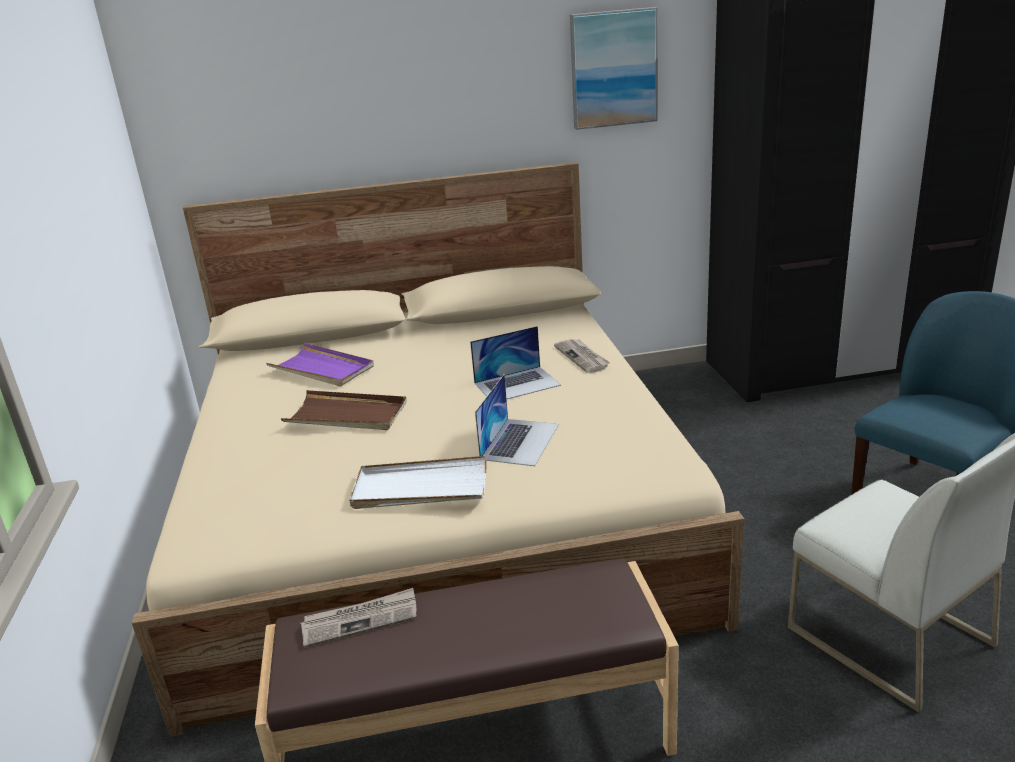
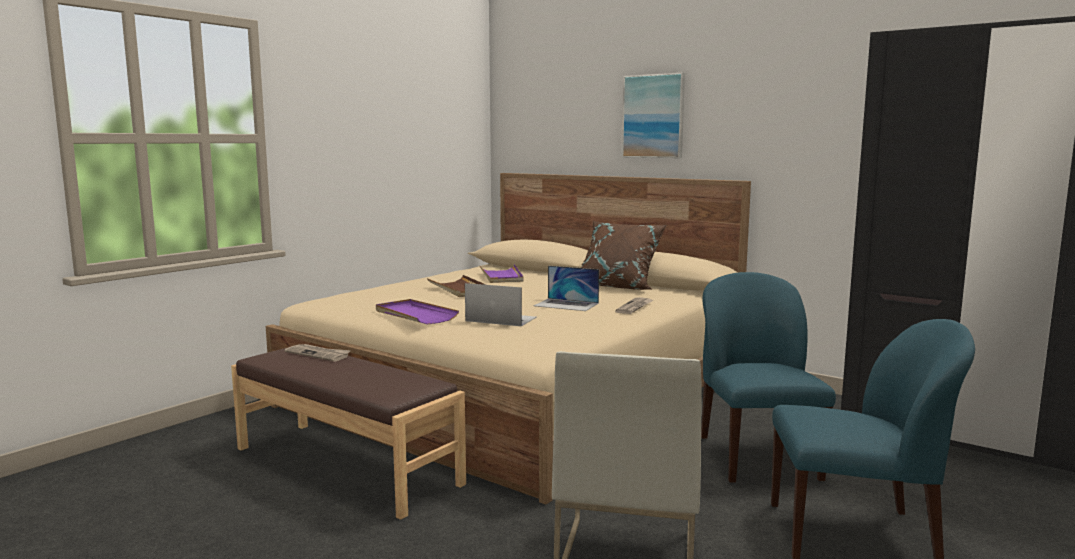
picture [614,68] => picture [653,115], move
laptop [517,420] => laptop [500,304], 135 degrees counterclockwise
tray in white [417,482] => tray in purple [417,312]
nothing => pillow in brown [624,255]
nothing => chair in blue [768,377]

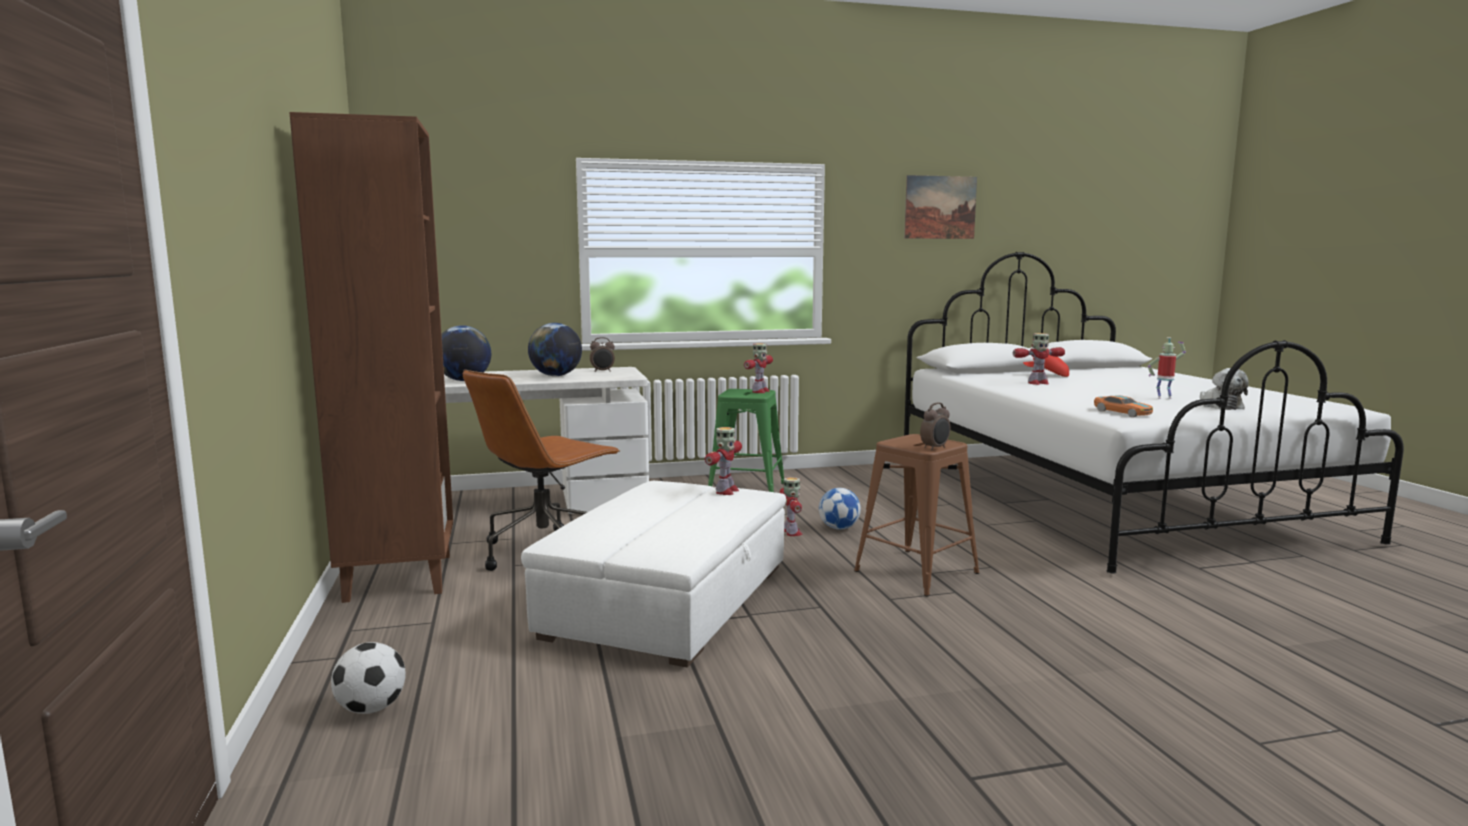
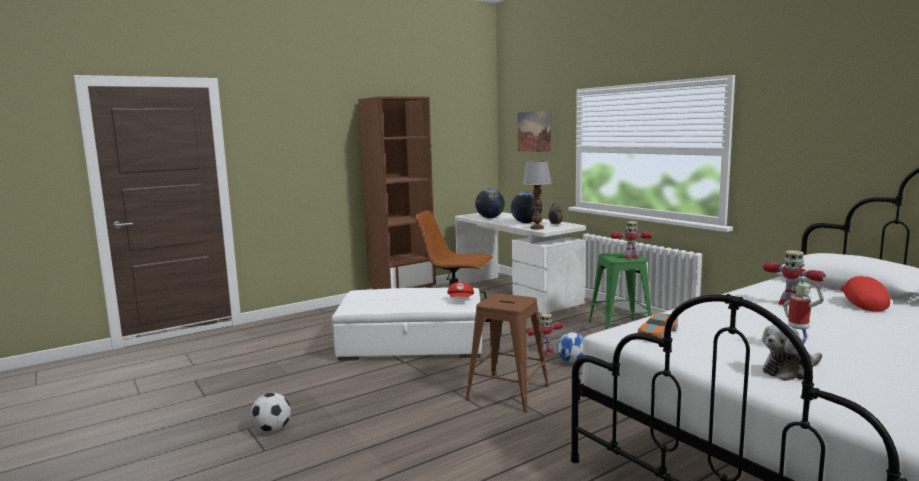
picture [940,207] => picture [535,131], move
alarm clock [935,426] => nothing
toy robot [723,461] => cap in red [460,289]
football [368,678] => football [271,412], move
nothing => table lamp [537,195]

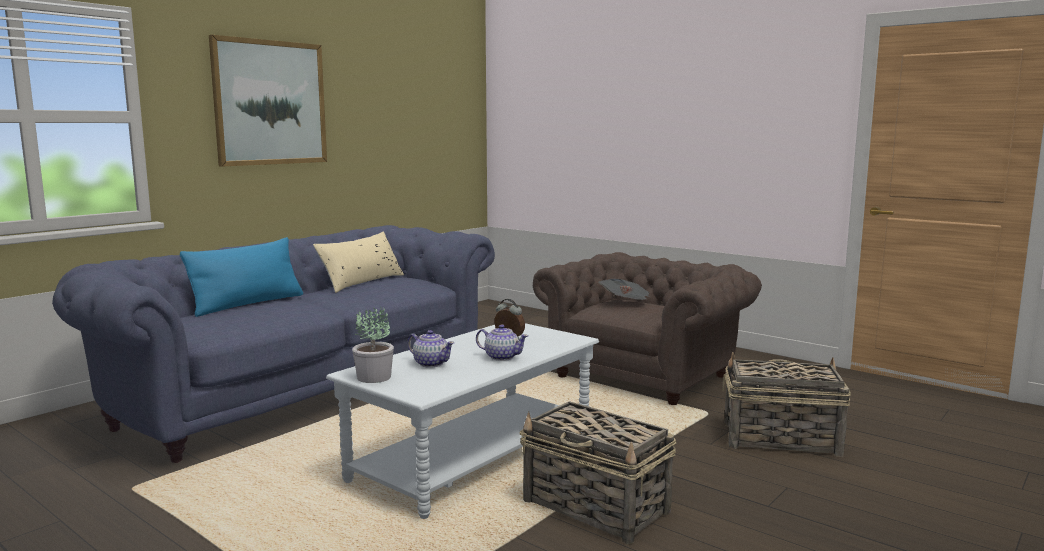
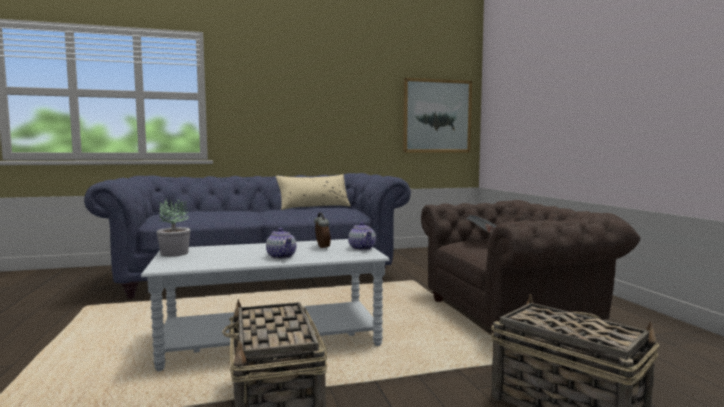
picture [268,101] => picture [437,115], move
pillow in blue [241,277] => nothing
teapot [430,349] => teapot [362,236], move

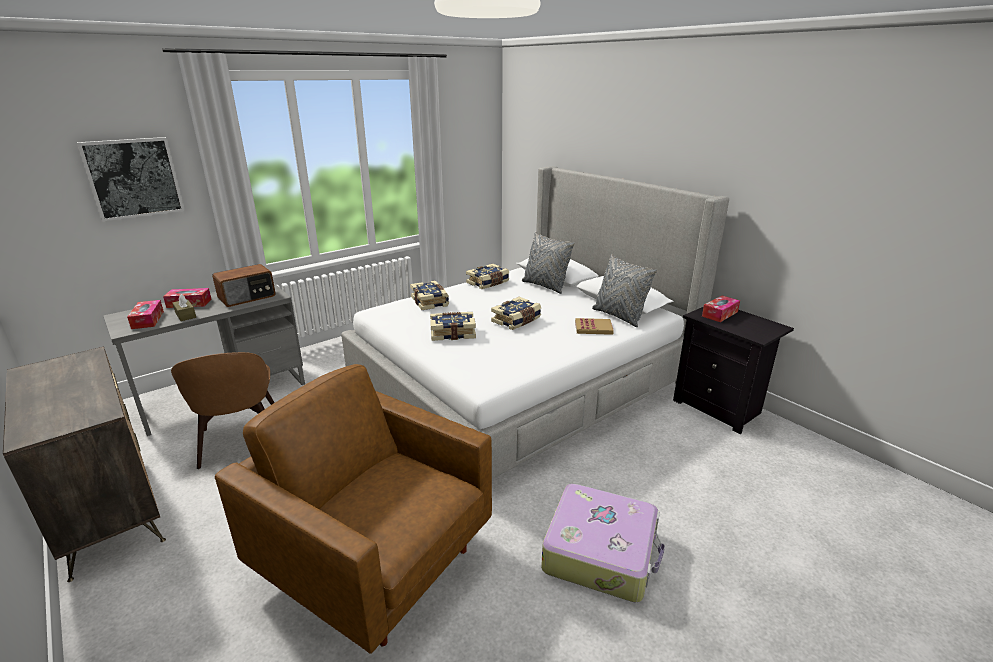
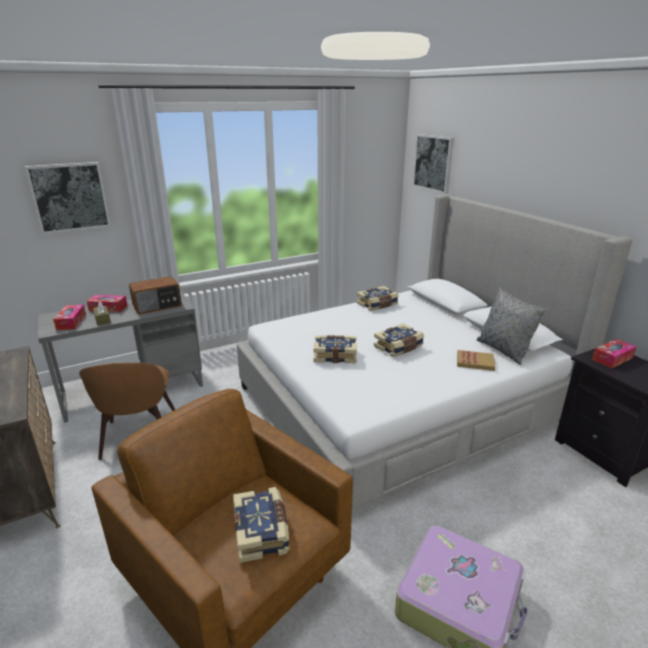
pillow in grey [548,263] => nothing
book [429,295] => book [261,525], move
nothing => picture [433,164]

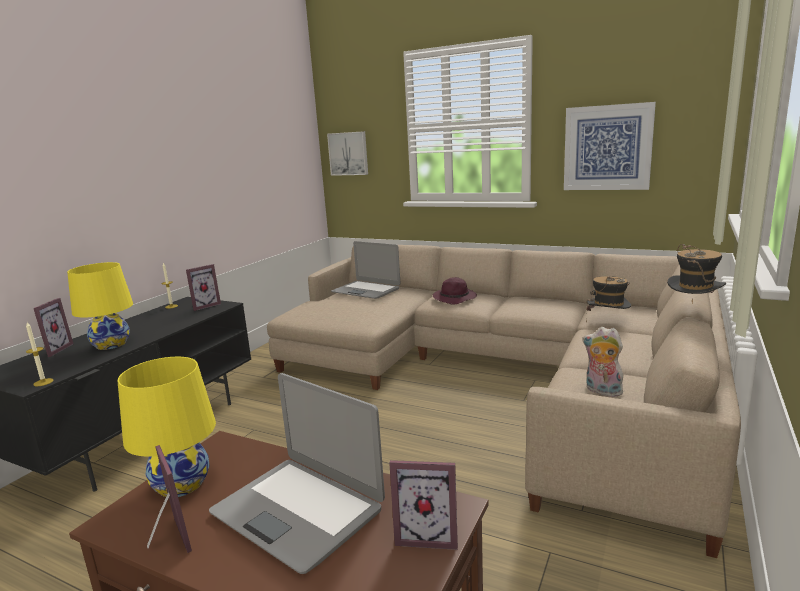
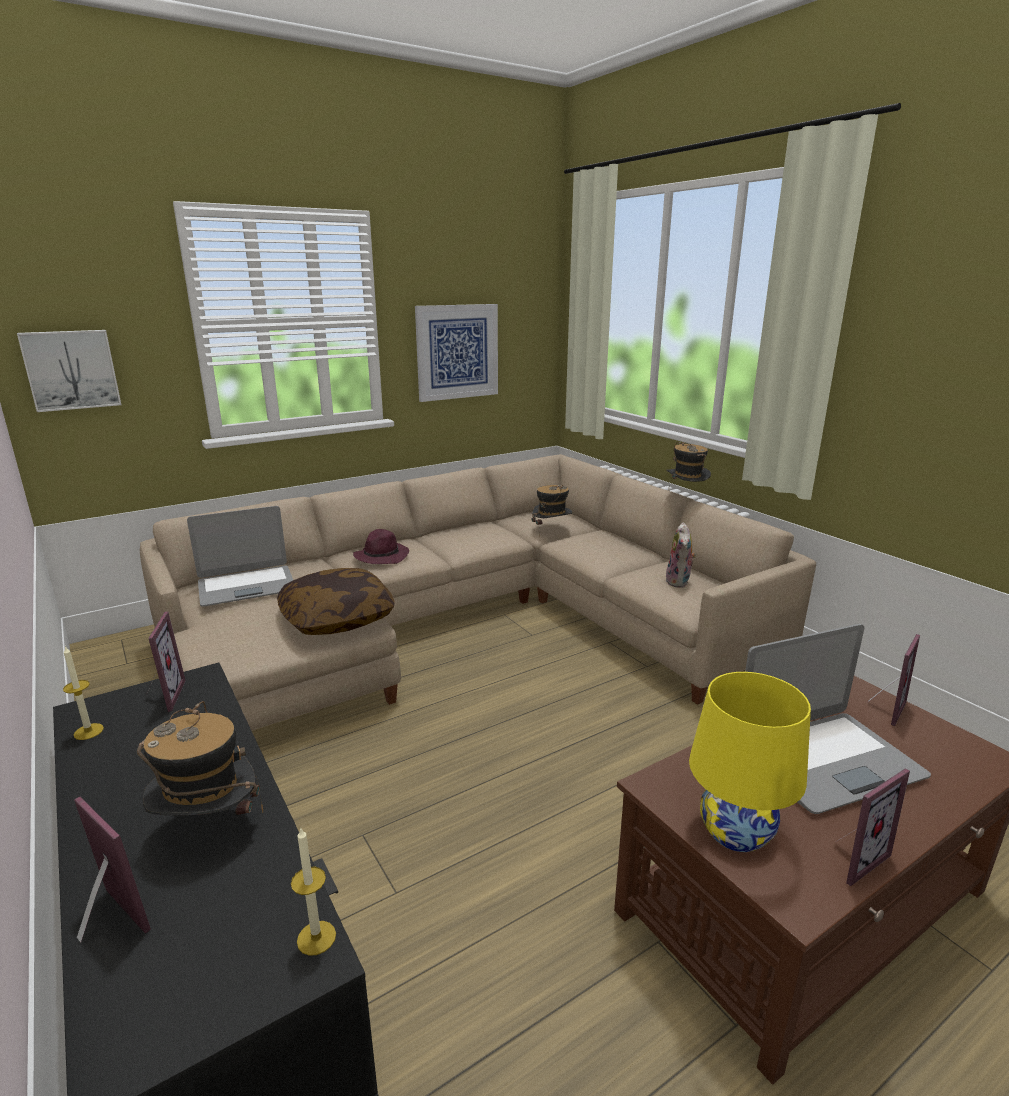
table lamp in yellow [100,306] => hat [200,758]
plush toy [602,362] => plush toy [681,555], 60 degrees counterclockwise
picture frame [169,499] => picture frame [872,827], 150 degrees clockwise
nothing => pillow [336,601]

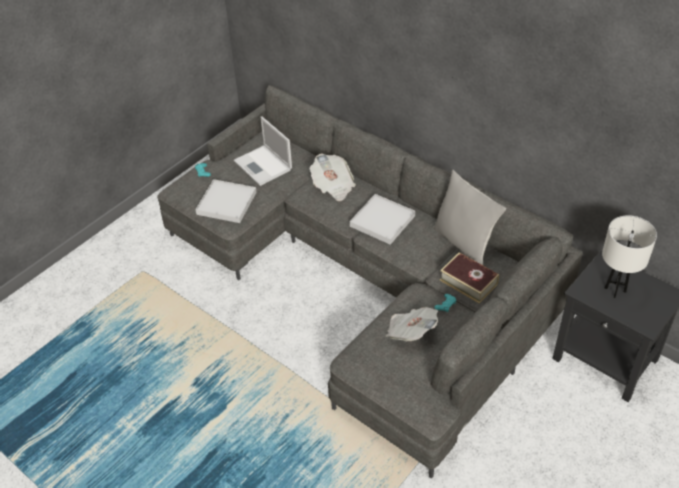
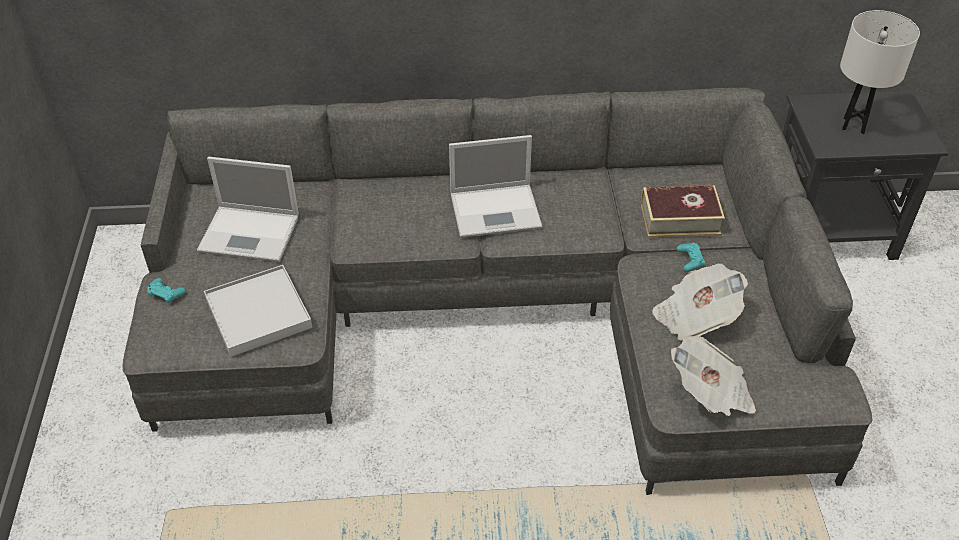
newspaper [333,177] => newspaper [713,376], move
pillow in grey [469,217] => nothing
tray in white [382,219] => laptop [495,186]

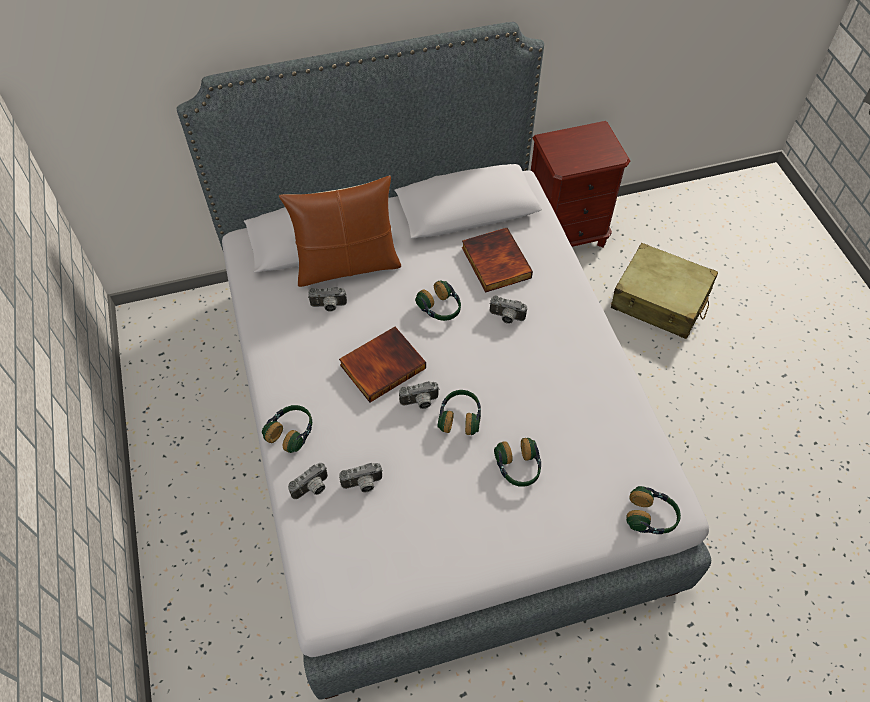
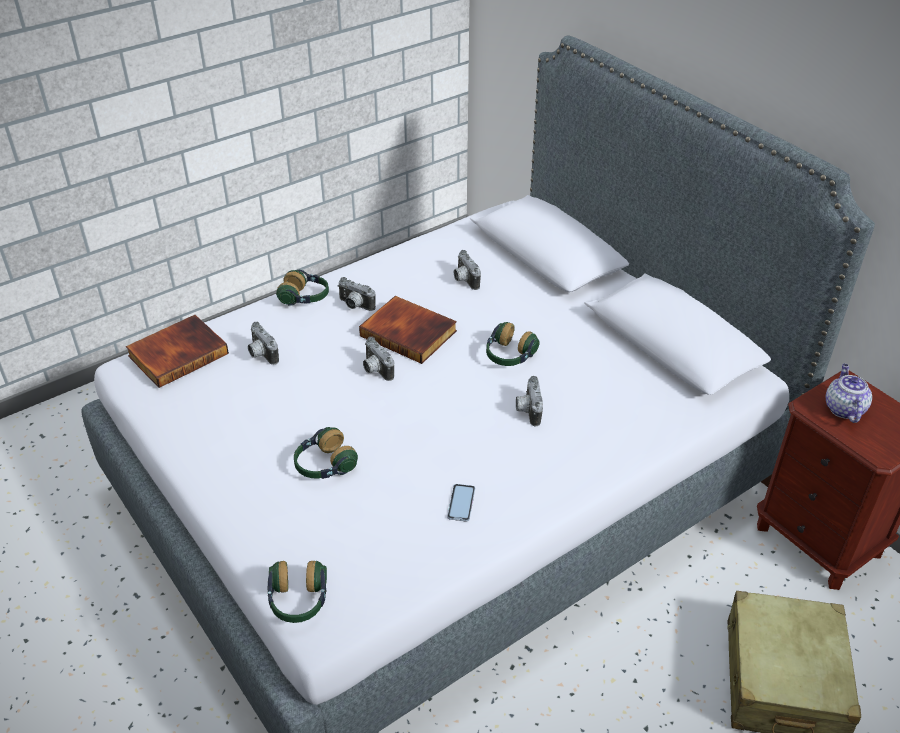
pillow in brown [340,231] => nothing
book [497,260] => book [177,351], move
headphones [459,412] => nothing
photo camera [308,481] => photo camera [356,294], move
nothing => teapot [849,393]
nothing => phone [461,503]

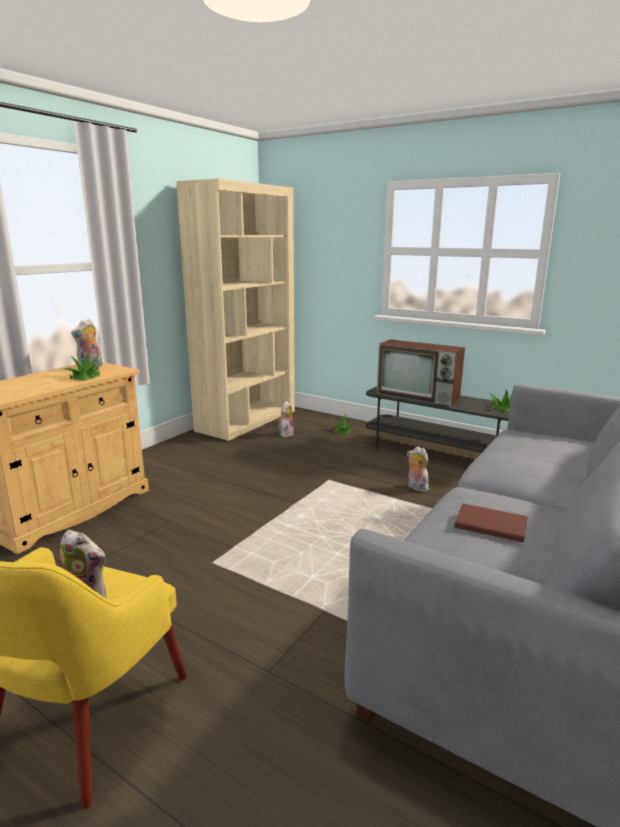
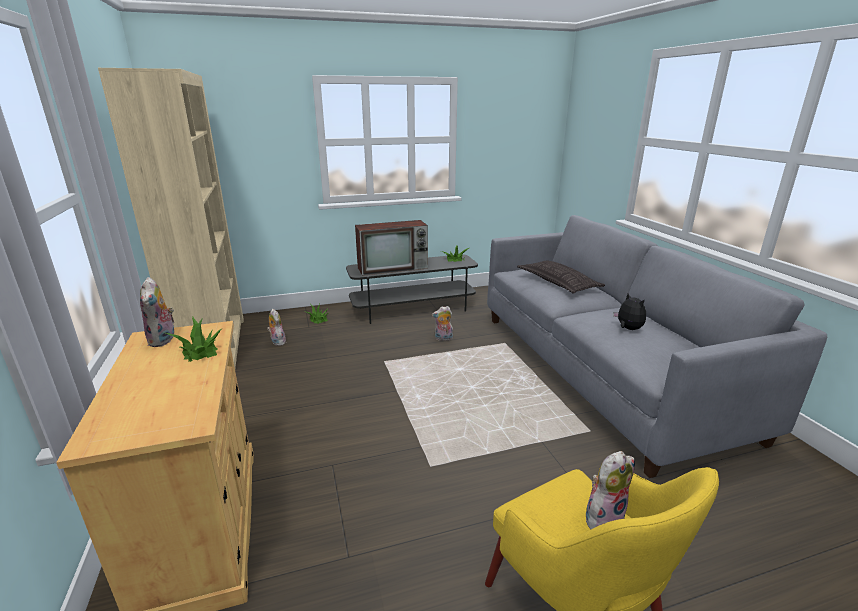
book in brown [491,523] => plush toy [629,311]
nothing => pillow [561,277]

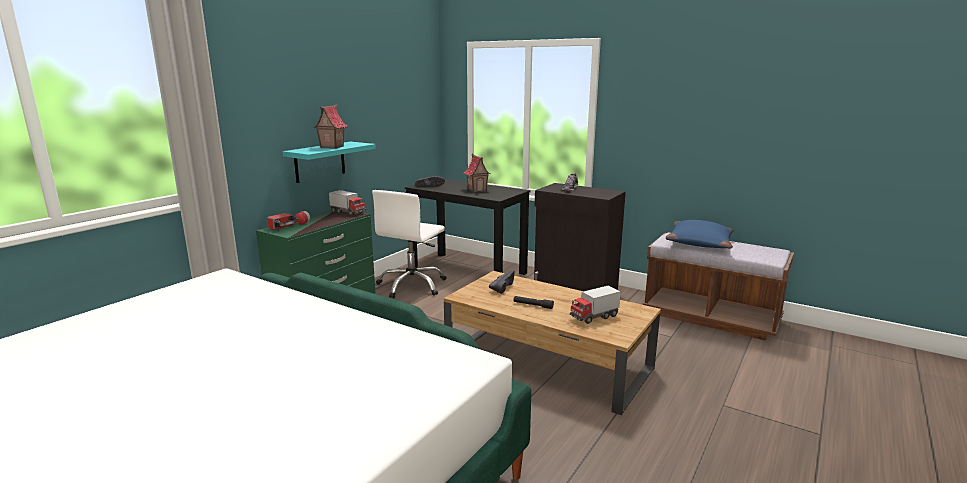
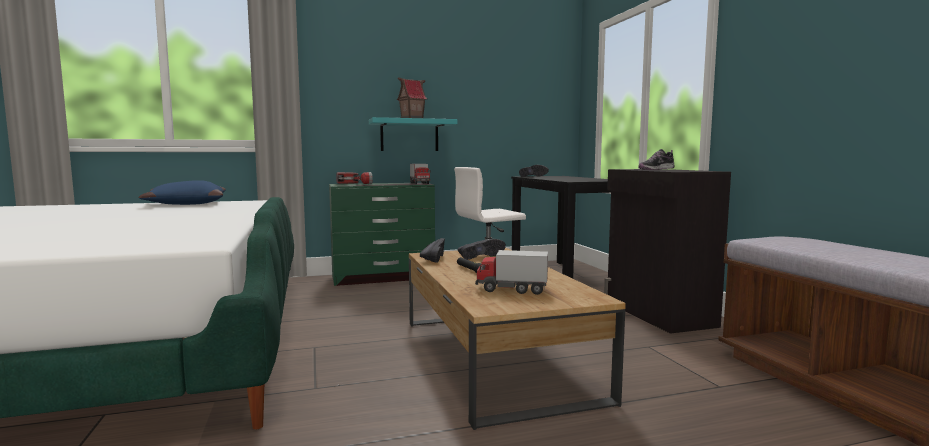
toy house [477,173] => nothing
pillow in blue [700,234] => pillow in blue [182,192], move
nothing => shoe in black [432,250]

